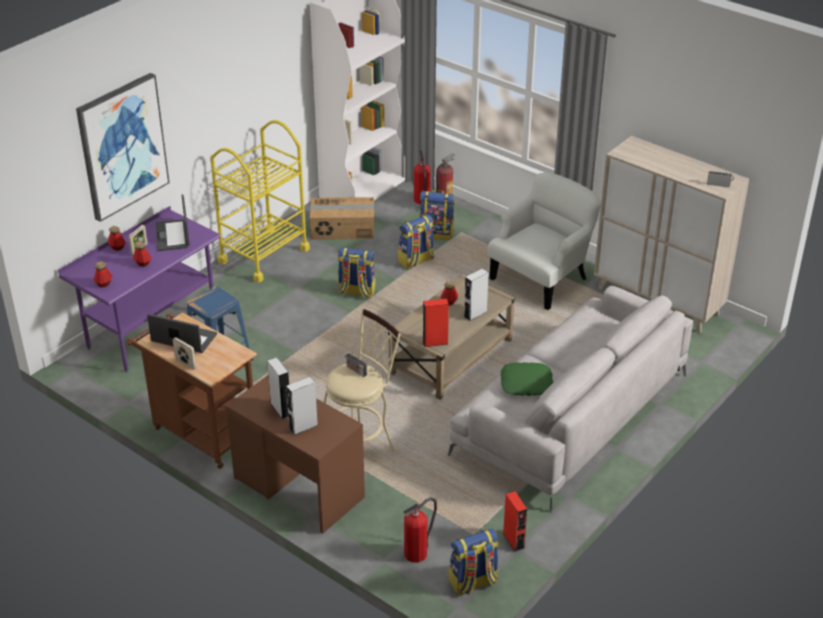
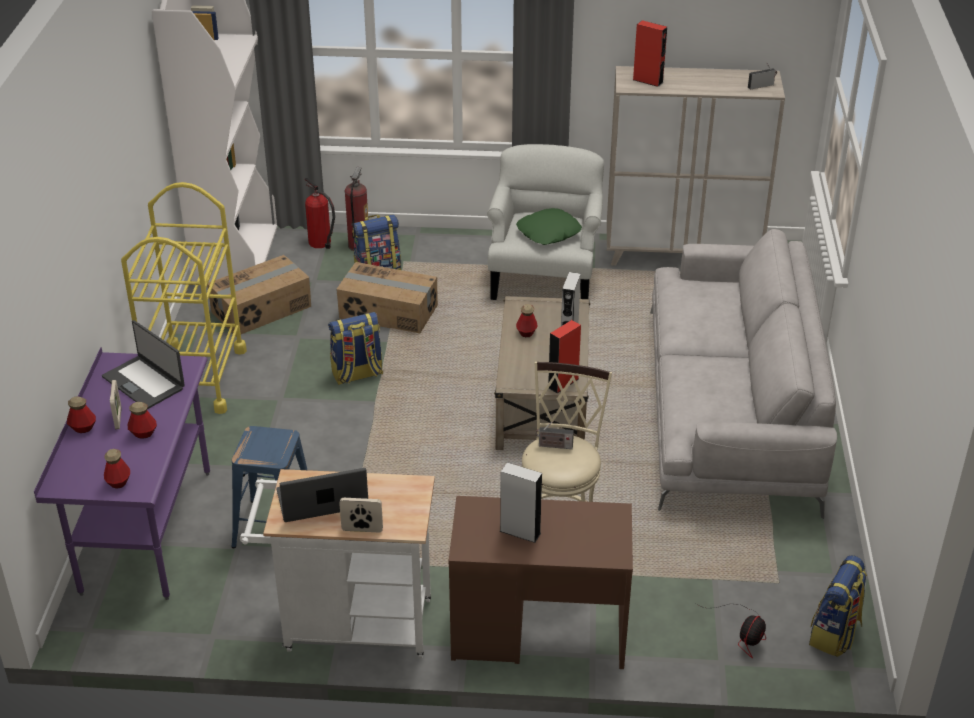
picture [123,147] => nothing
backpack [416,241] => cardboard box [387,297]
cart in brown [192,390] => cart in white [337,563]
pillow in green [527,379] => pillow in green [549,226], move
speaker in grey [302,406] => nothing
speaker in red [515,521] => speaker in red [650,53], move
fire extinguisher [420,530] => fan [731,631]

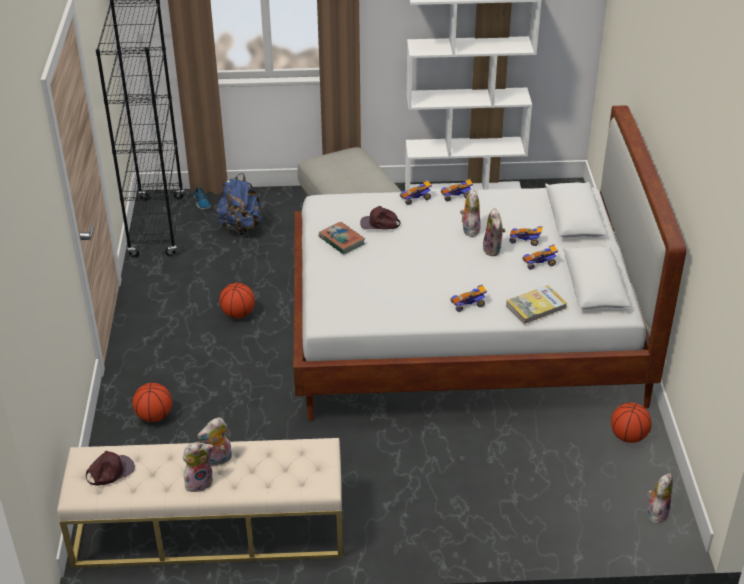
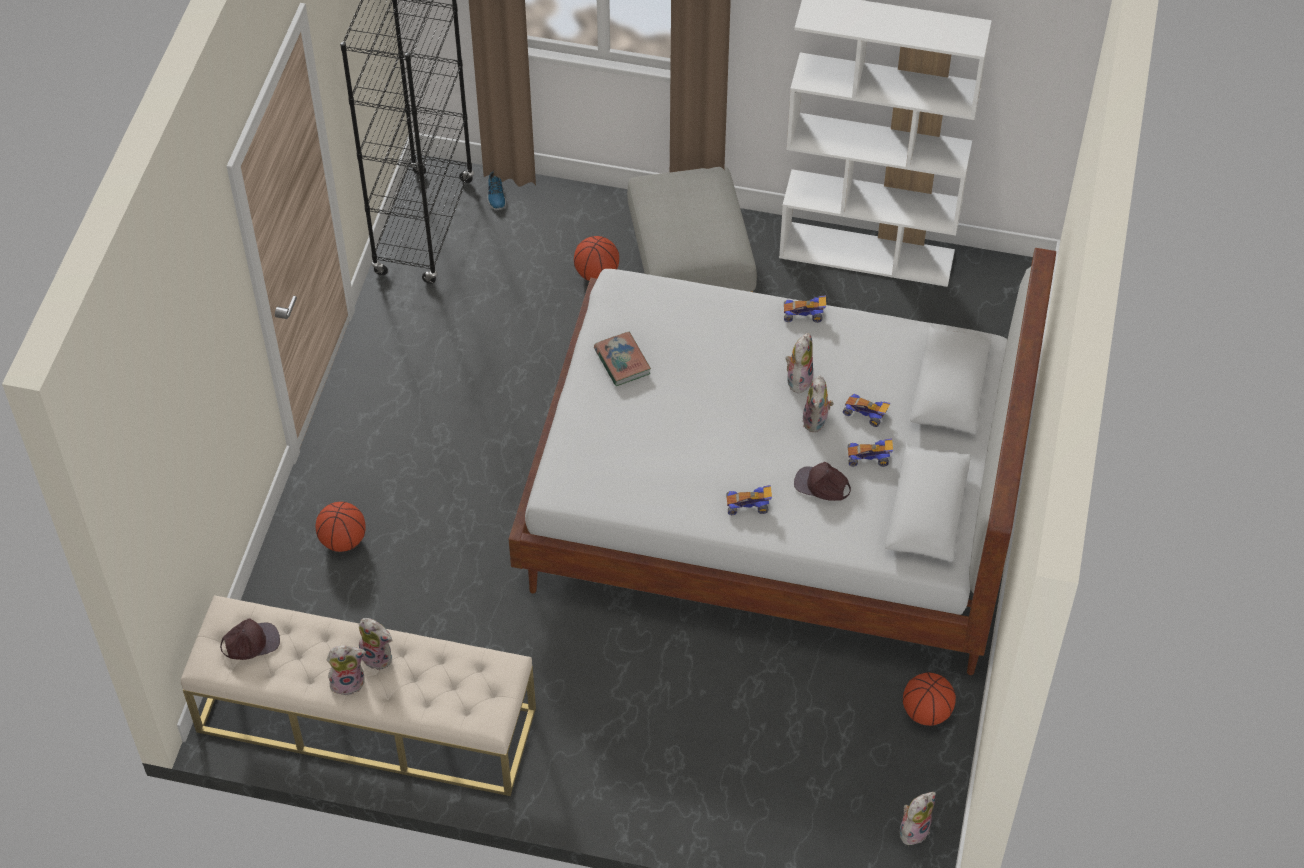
backpack in blue [239,204] => nothing
toy car [416,192] => nothing
cap in brown [380,218] => cap in brown [822,481], move
basketball [237,300] => basketball [596,258], move
book [536,304] => nothing
plush toy [214,442] => plush toy [375,644], 135 degrees counterclockwise

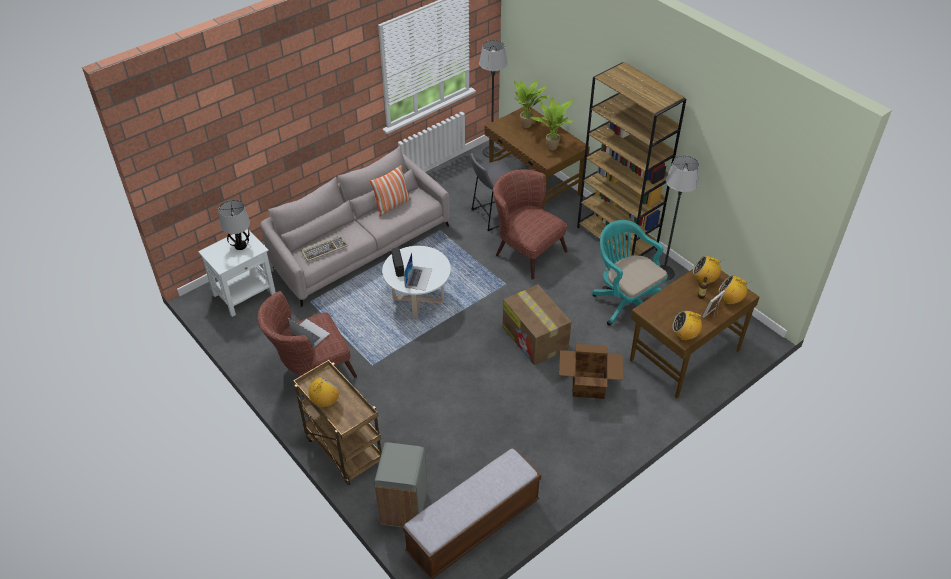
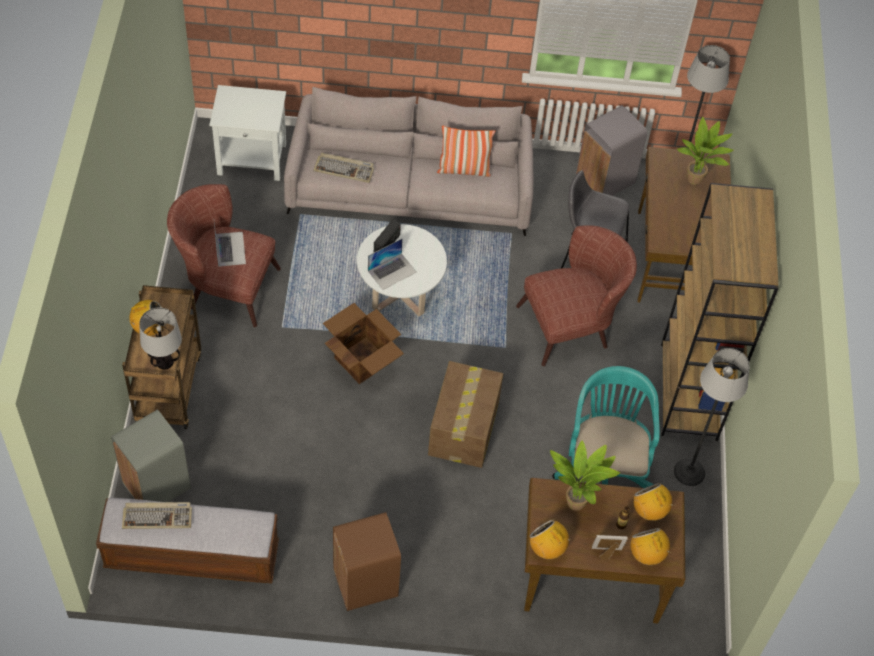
potted plant [552,123] => potted plant [585,476], move
armchair in brown [530,224] => armchair in brown [576,296], 75 degrees clockwise
table lamp [234,225] => table lamp [160,338], move
cardboard box [591,371] => cardboard box [363,343], move
nothing => trash can in grey [611,150]
nothing => keyboard [157,515]
nothing => trash can in brown [367,561]

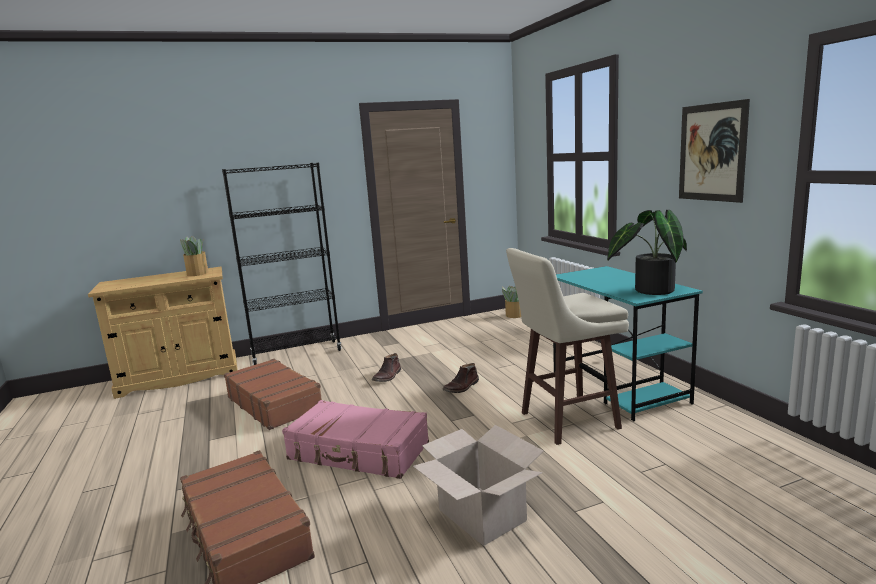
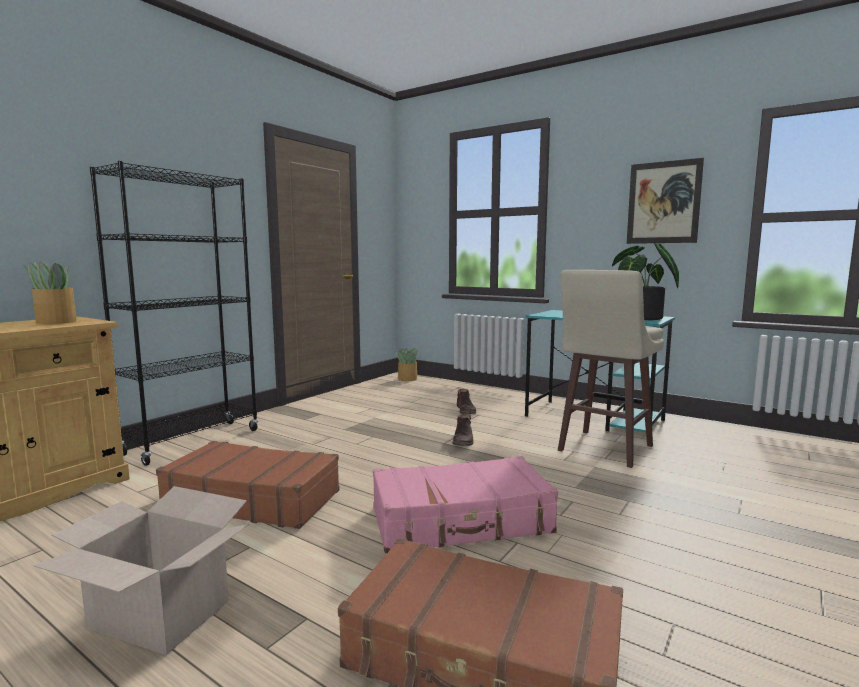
boot in brown [386,367] => boot in brown [466,401], move
cardboard box [478,485] => cardboard box [142,570], move

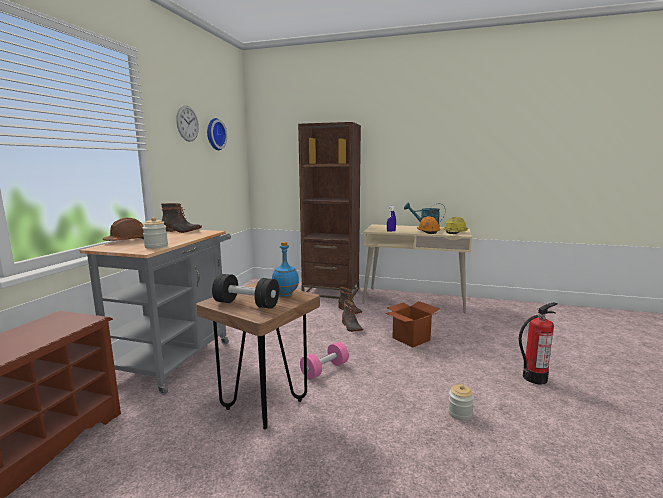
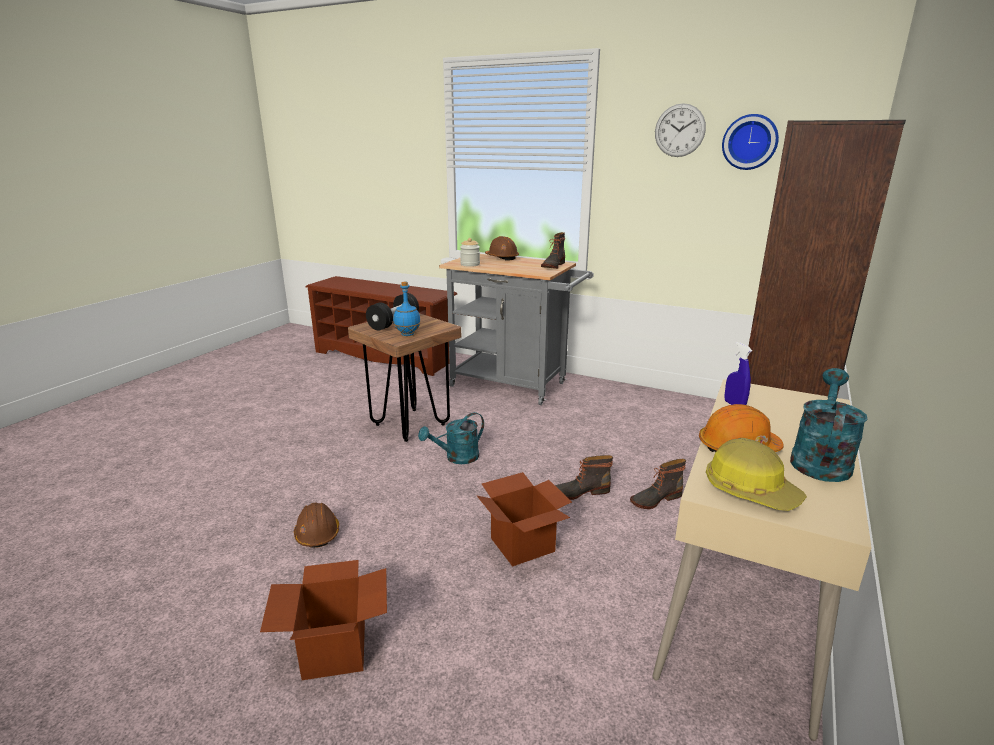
fire extinguisher [538,343] => cardboard box [323,620]
dumbbell in pink [324,361] => watering can in turquoise [451,438]
jar [461,402] => hard hat in brown [316,525]

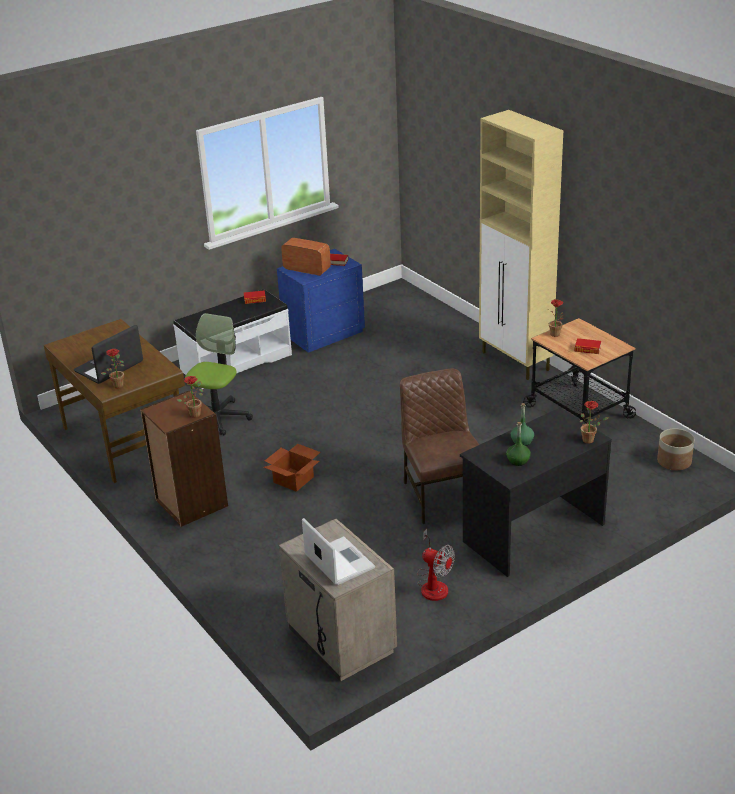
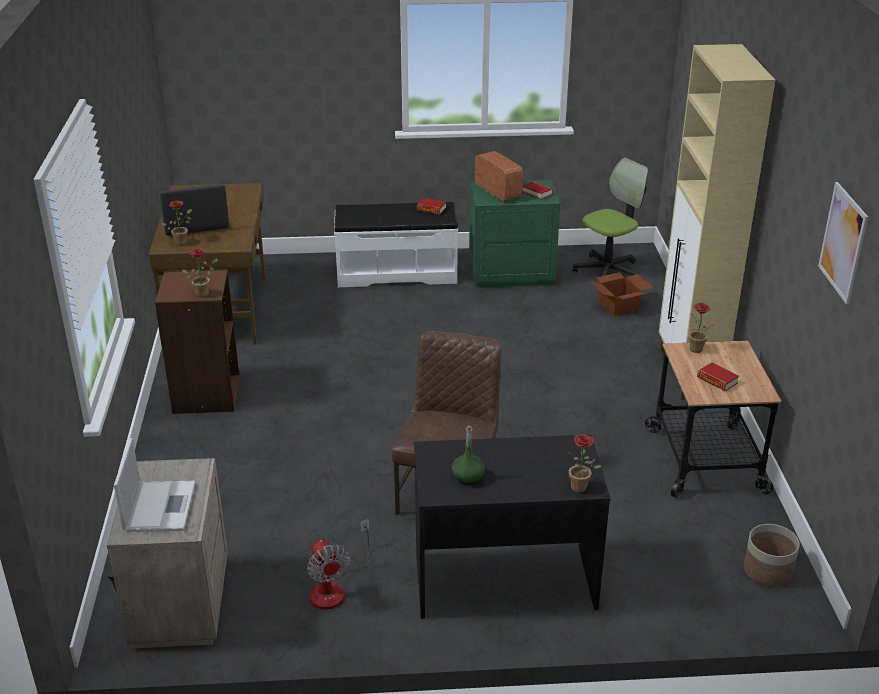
nightstand in blue [321,301] => nightstand in green [514,233]
office chair [219,374] => office chair [610,217], move
bottle in green [522,424] => nothing
cardboard box [292,468] => cardboard box [621,294], move
nothing => picture [843,243]

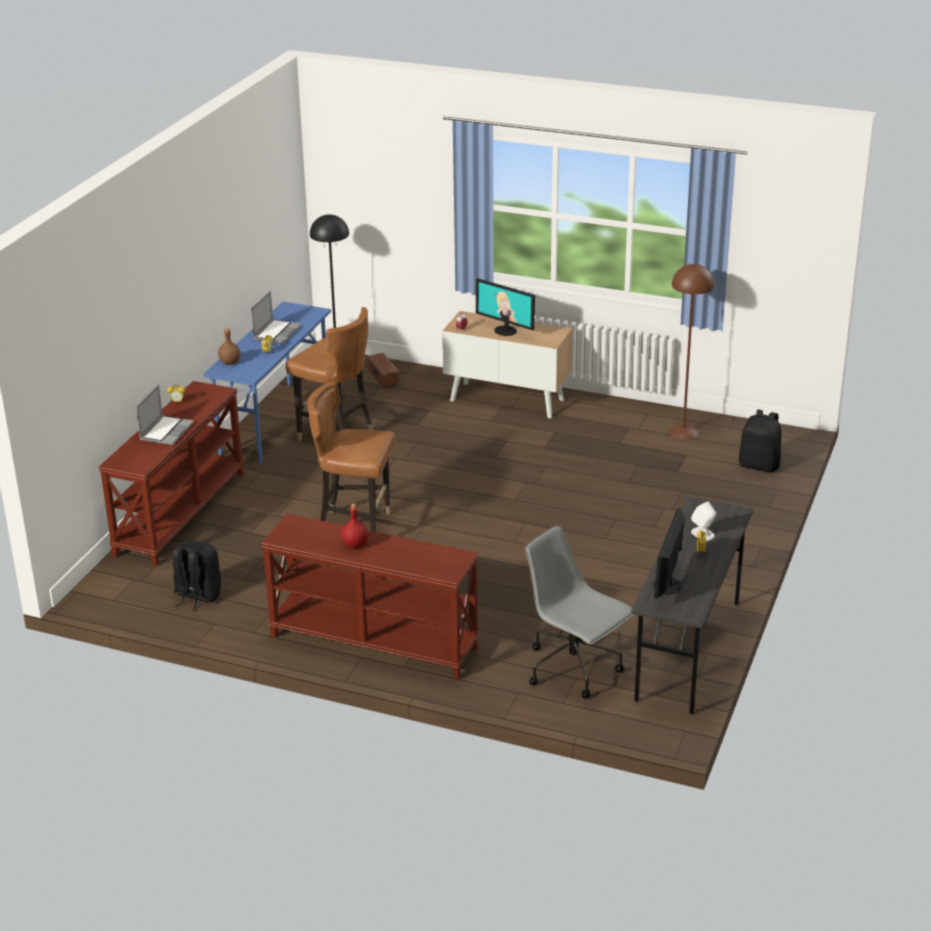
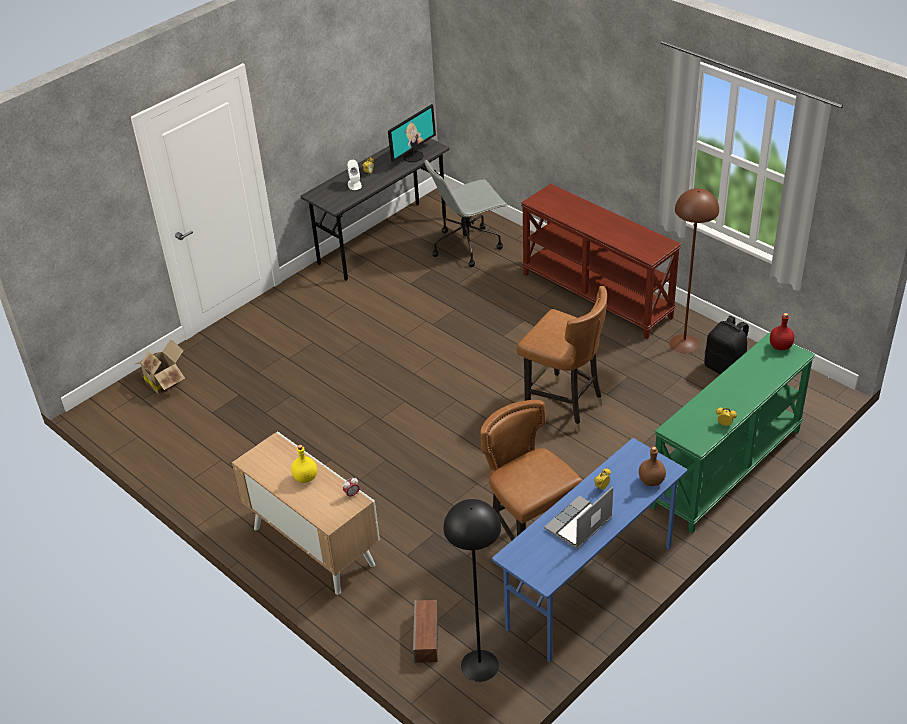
floor lamp in brown [691,352] => floor lamp in brown [694,270], move
monitor [505,307] => bottle in yellow [304,464]
console table in brown [171,473] => console table in green [732,432]
laptop [165,414] => nothing
backpack in black [760,441] => cardboard box [160,367]
bottle in red [355,526] => bottle in red [782,331], move
office chair in grey [579,612] => office chair in grey [465,213], 90 degrees clockwise

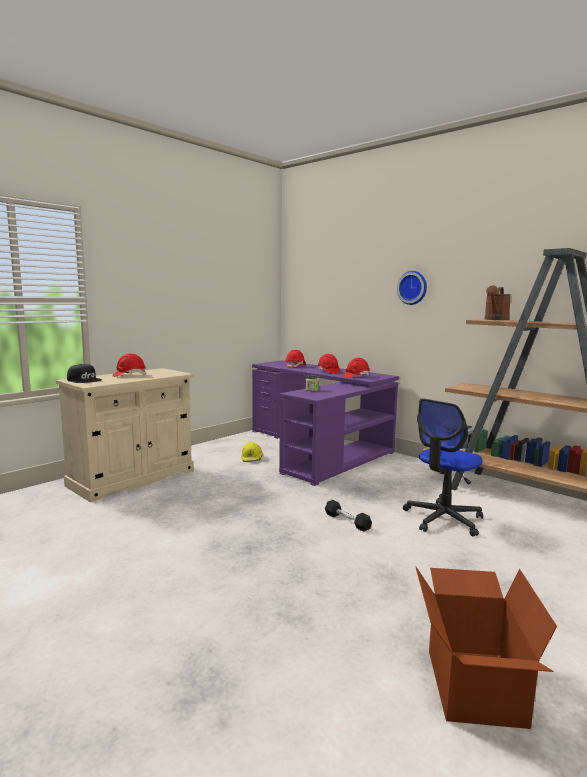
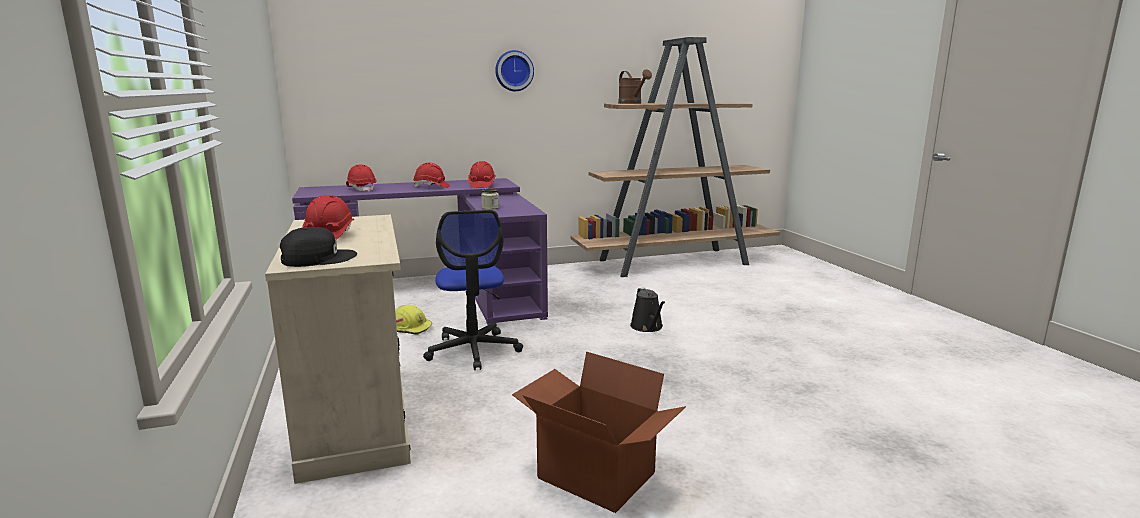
office chair [443,467] => office chair [473,290], move
dumbbell in black [348,516] => watering can in black [647,310]
cardboard box [486,647] => cardboard box [599,432], move

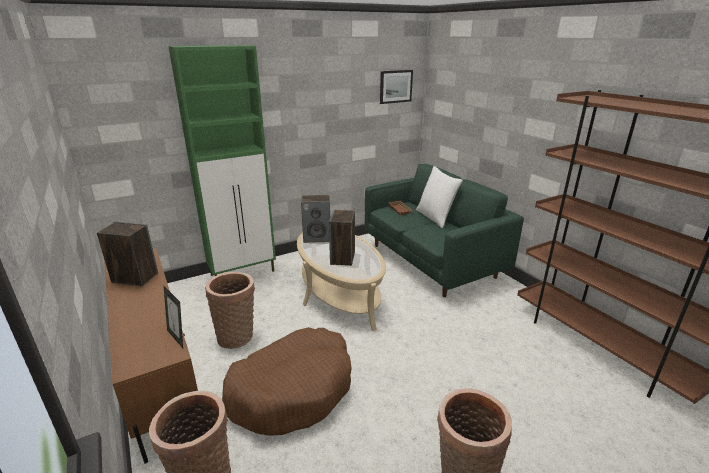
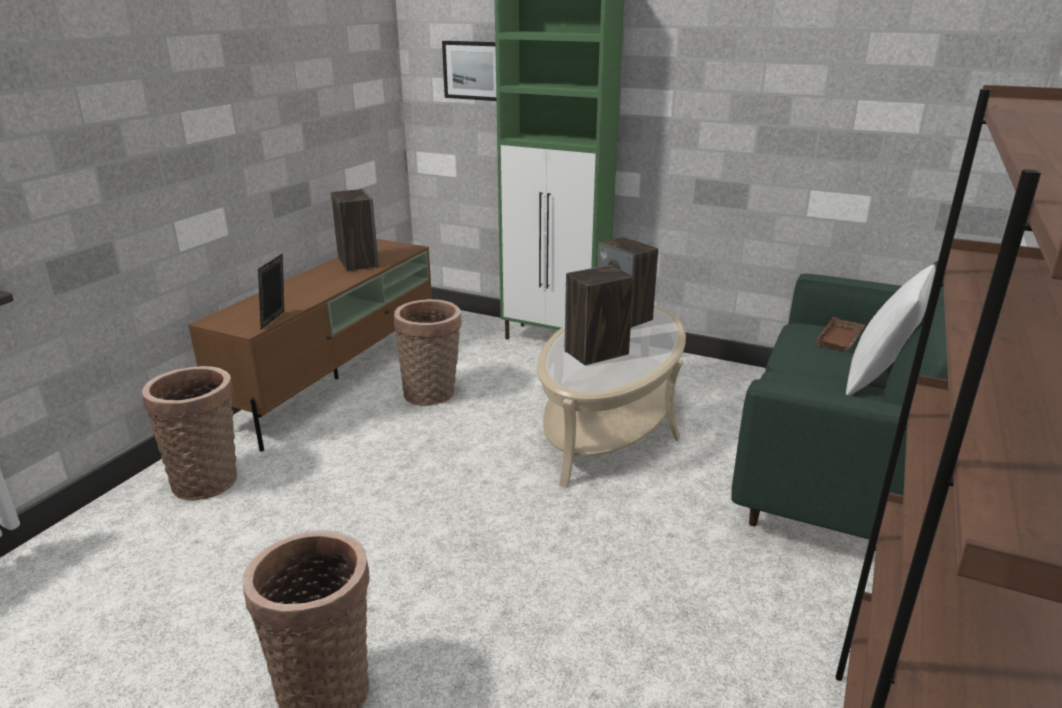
picture [396,87] => picture [469,71], move
dog bed in brown [287,381] => nothing

